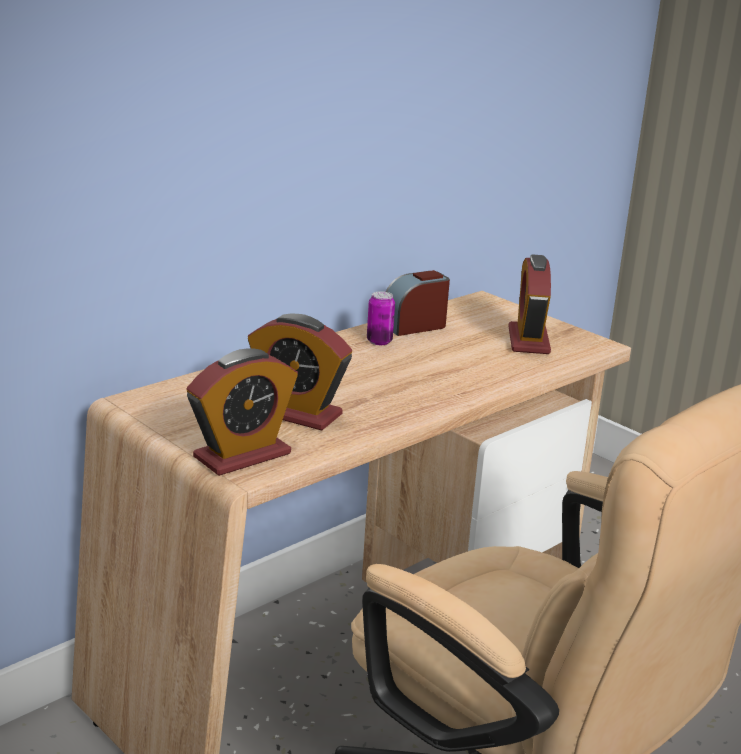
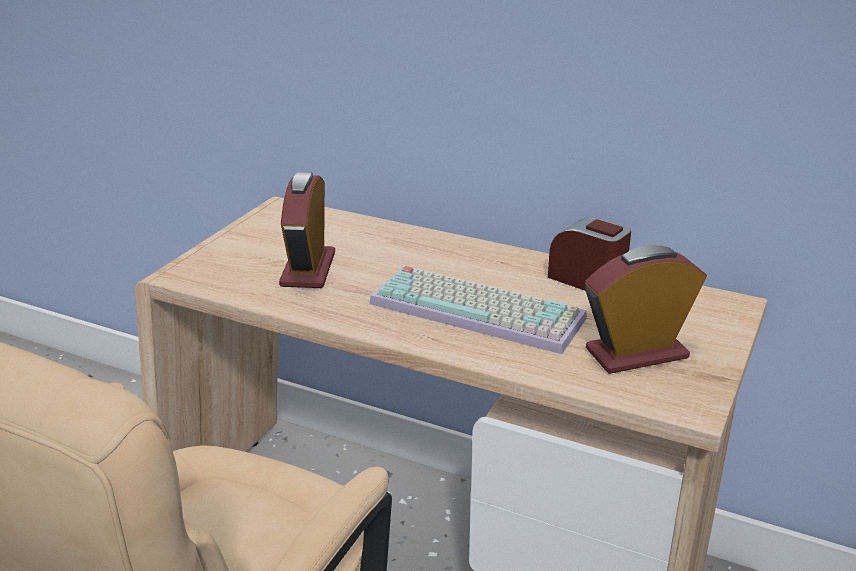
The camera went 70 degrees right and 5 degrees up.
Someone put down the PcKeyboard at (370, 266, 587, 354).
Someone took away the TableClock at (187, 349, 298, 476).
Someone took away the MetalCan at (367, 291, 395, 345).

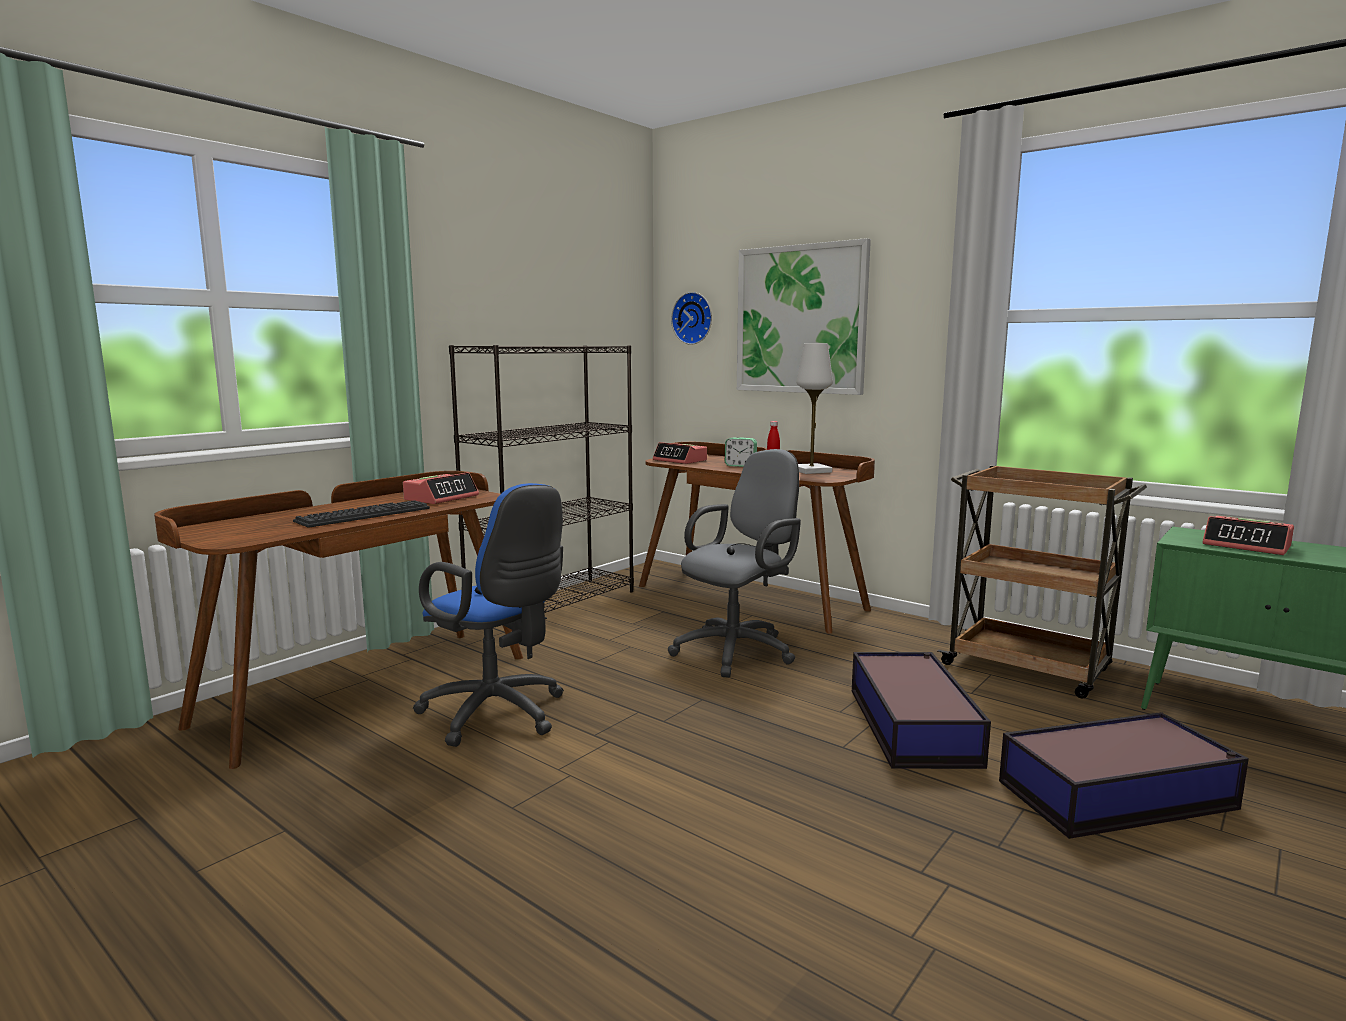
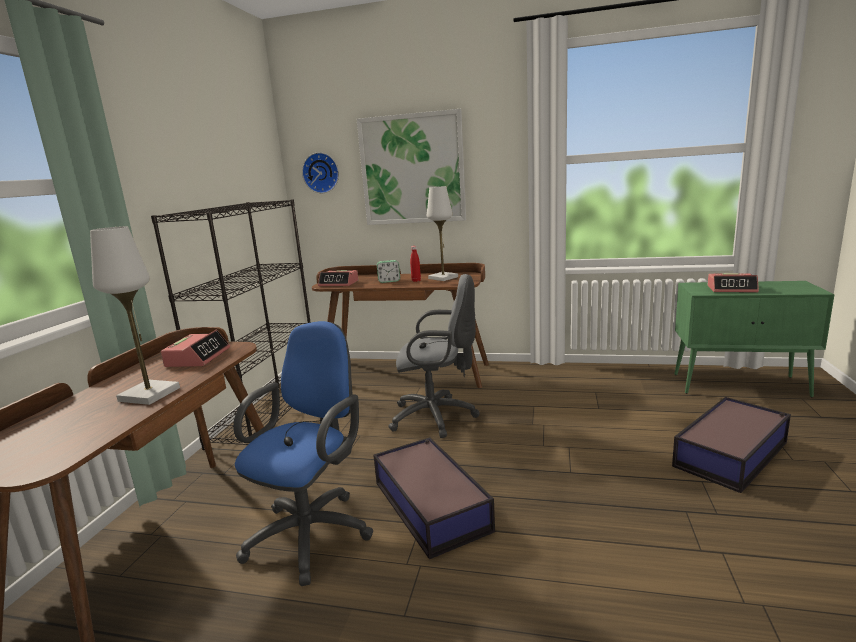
The camera went 25 degrees left and 5 degrees up.
Someone swapped the PcKeyboard at (293, 500, 430, 528) for the WhitishTableLamp at (90, 226, 180, 405).
Someone rotated the BluishComputerChair at (413, 483, 564, 747) by 75 degrees counterclockwise.
Someone carried the StorageBox from (852, 652, 991, 769) to (373, 437, 495, 559).
Someone rotated the GreyComputerChair at (668, 449, 801, 678) by 75 degrees clockwise.
Someone took away the BrownishTrolley at (937, 465, 1147, 699).

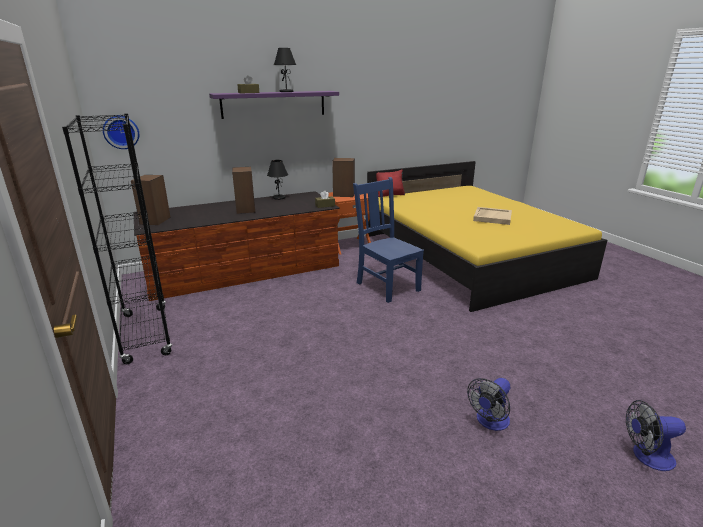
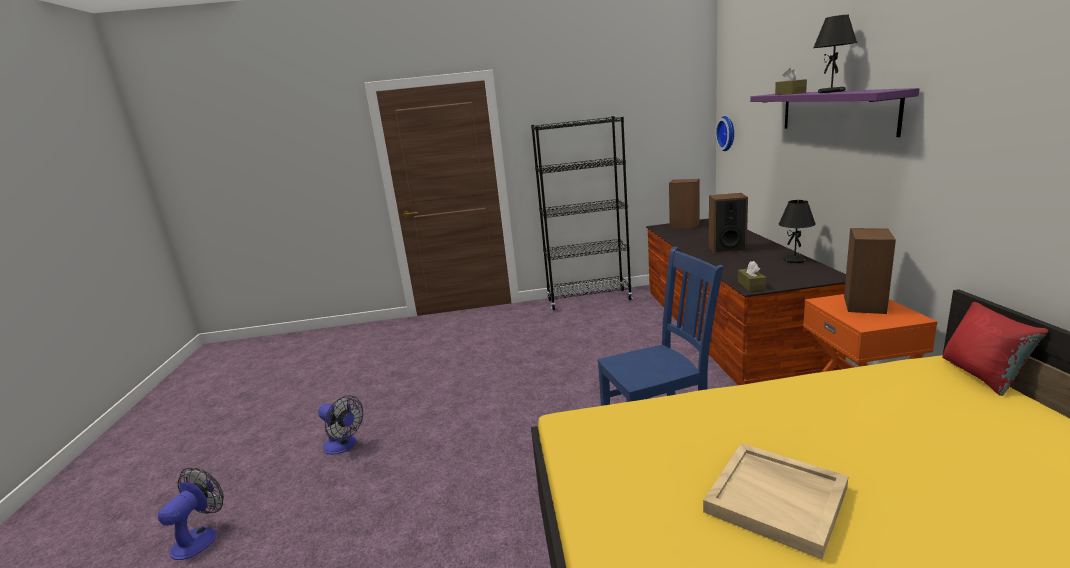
The camera went 110 degrees right and 5 degrees down.
Someone rotated the Fan at (467, 378, 510, 431) by 150 degrees clockwise.

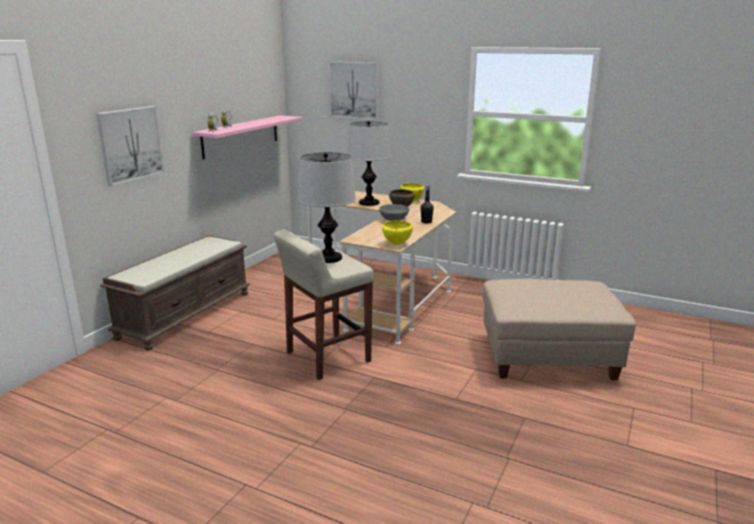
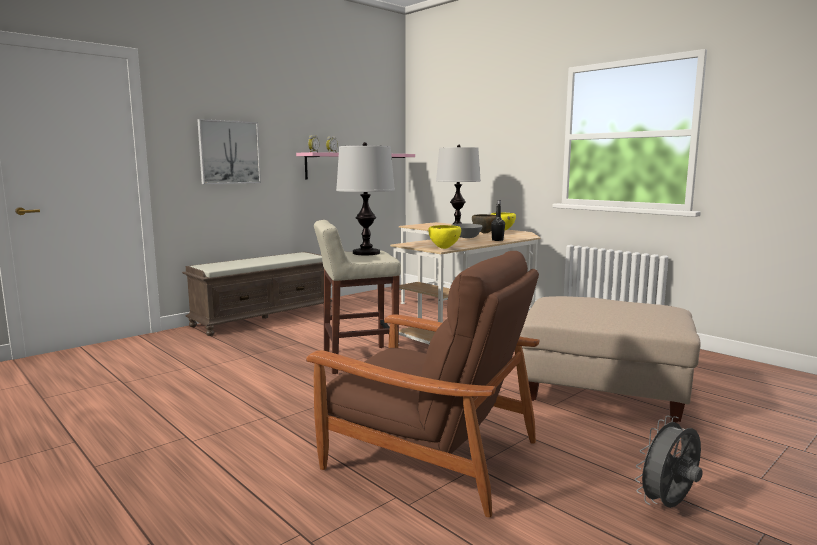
The camera went 20 degrees right and 10 degrees down.
Someone put down the BrownishEasyChair at (306, 251, 539, 517).
Someone put down the GreyFan at (635, 416, 703, 508).
Someone took away the WallPicture at (329, 62, 379, 120).

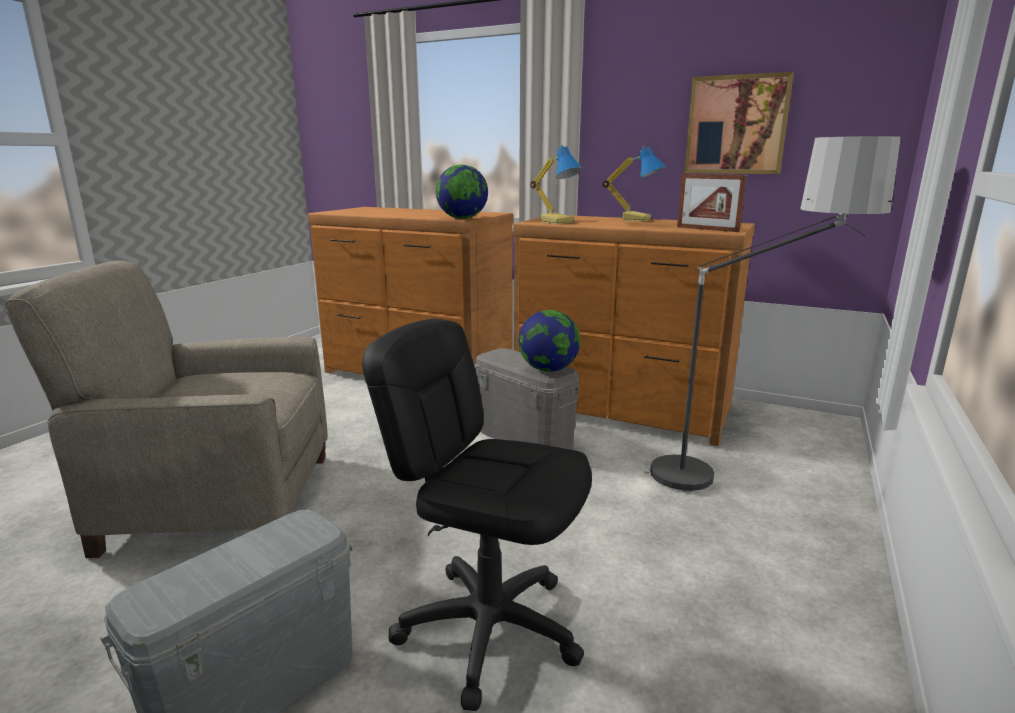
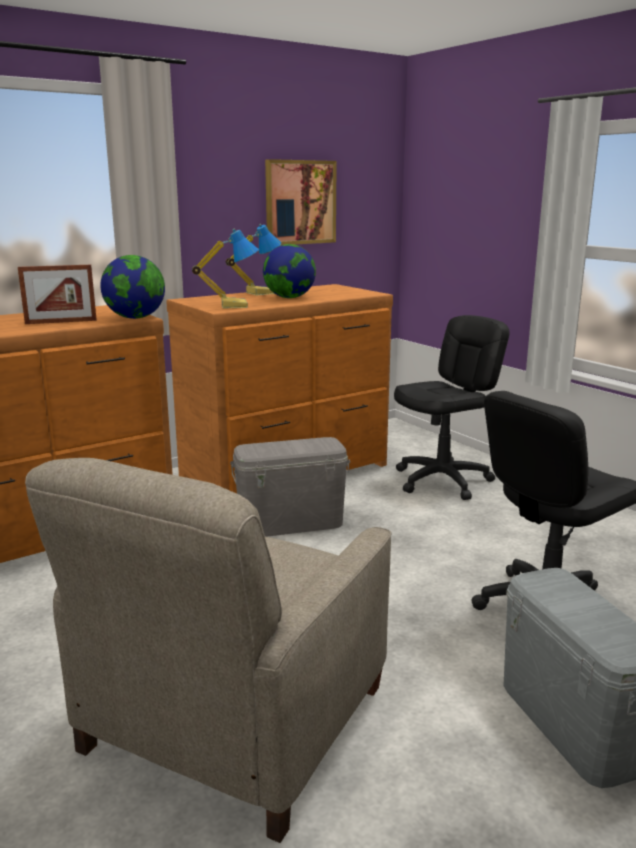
The camera went 60 degrees left and 0 degrees up.
Someone carried the PictureFrame from (677, 174, 747, 232) to (18, 265, 97, 324).
Someone carried the WorldGlobe from (519, 310, 580, 372) to (263, 244, 316, 298).
Someone swapped the StandardLamp at (644, 136, 901, 492) for the BlackComputerChair at (394, 315, 510, 500).

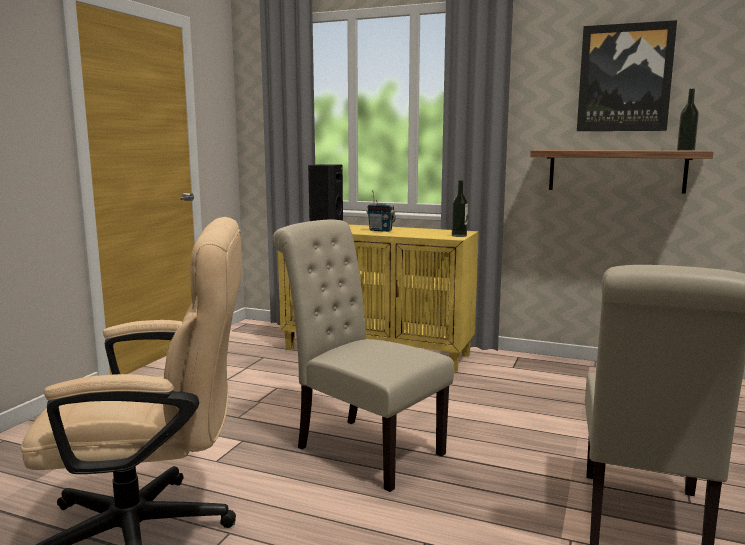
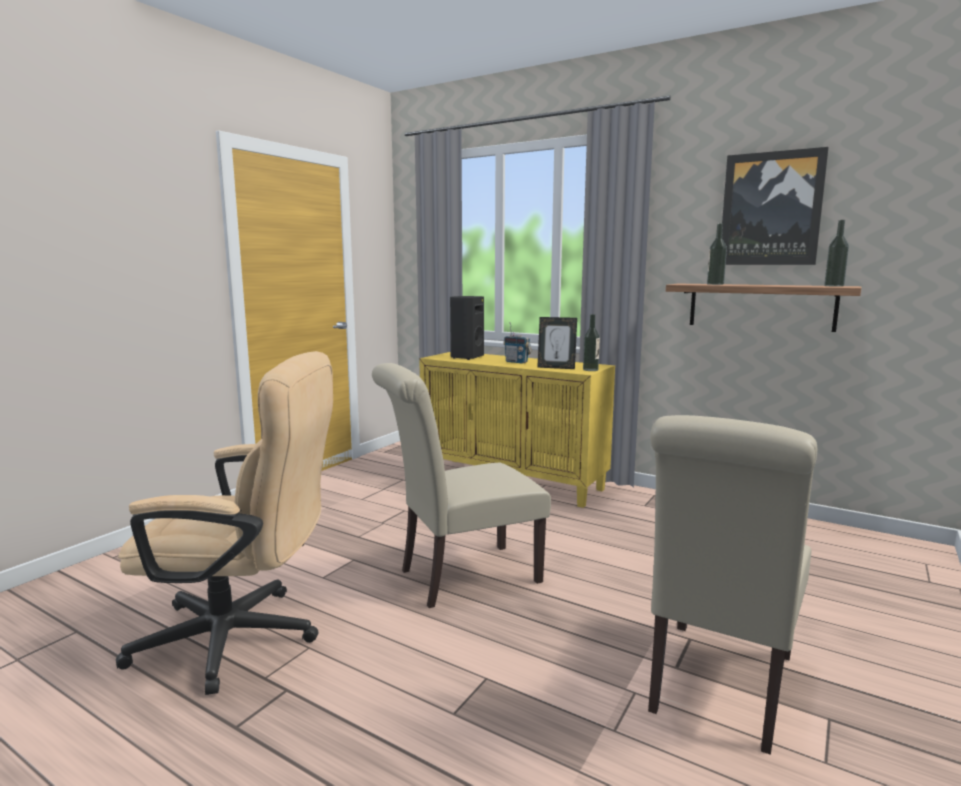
The camera went 10 degrees right and 0 degrees up.
Someone rotated the SandColouredChair at (273, 220, 454, 492) by 75 degrees counterclockwise.
Someone put down the PictureFrame at (537, 317, 577, 369).
Someone put down the DrinkBottle at (707, 224, 727, 285).

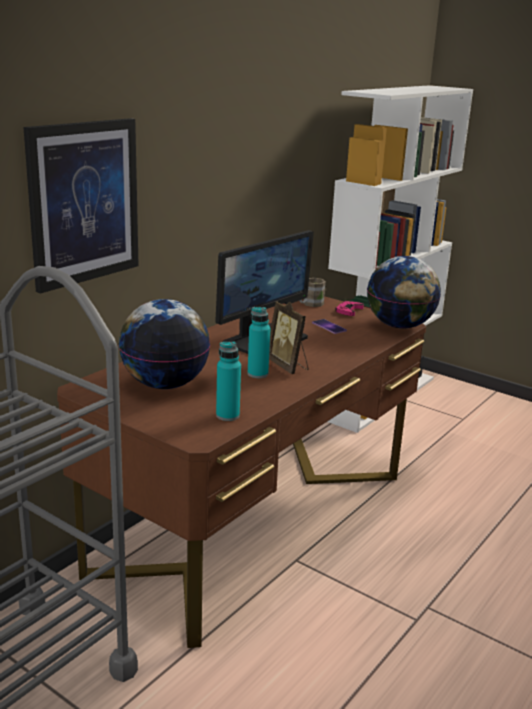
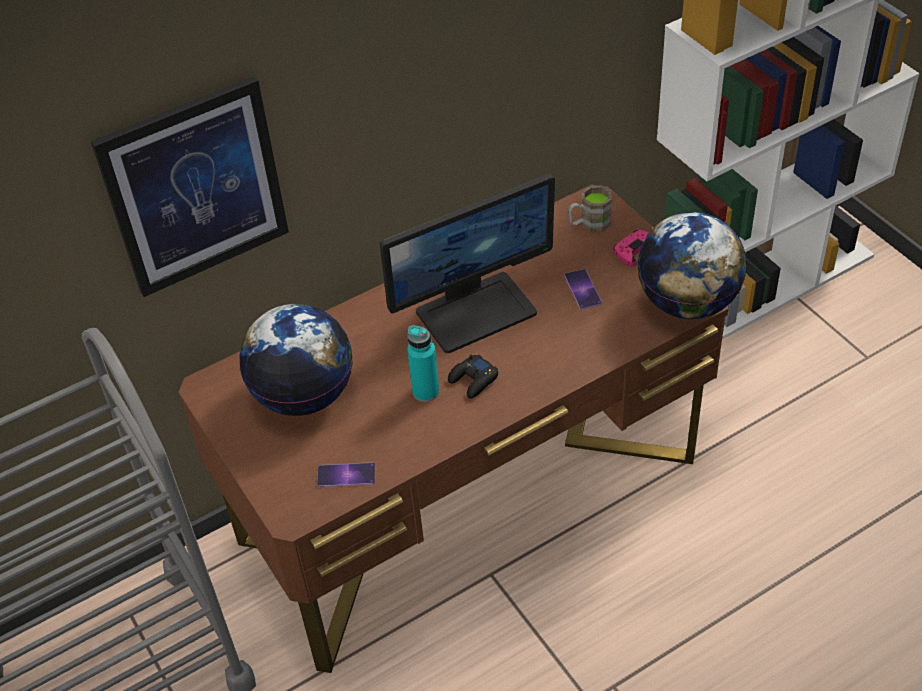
The camera went 25 degrees right and 25 degrees up.
Someone swapped the TurquoiseDrinkBottle at (216, 341, 241, 421) for the Handset at (317, 462, 375, 487).
Someone swapped the PictureFrame at (269, 301, 308, 374) for the BlackGameController at (448, 355, 498, 399).

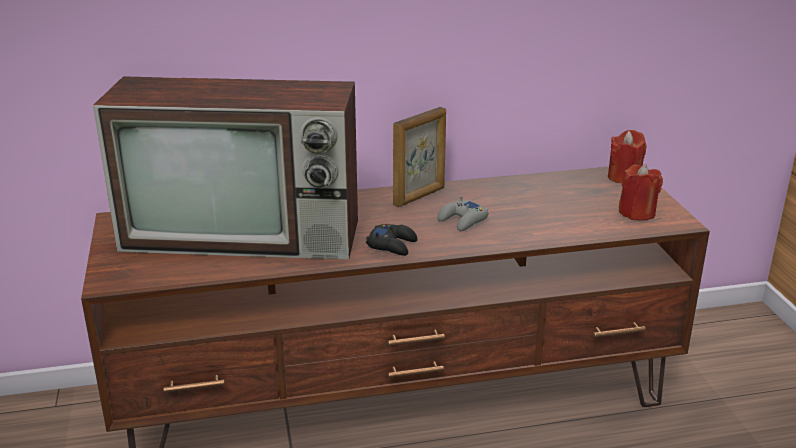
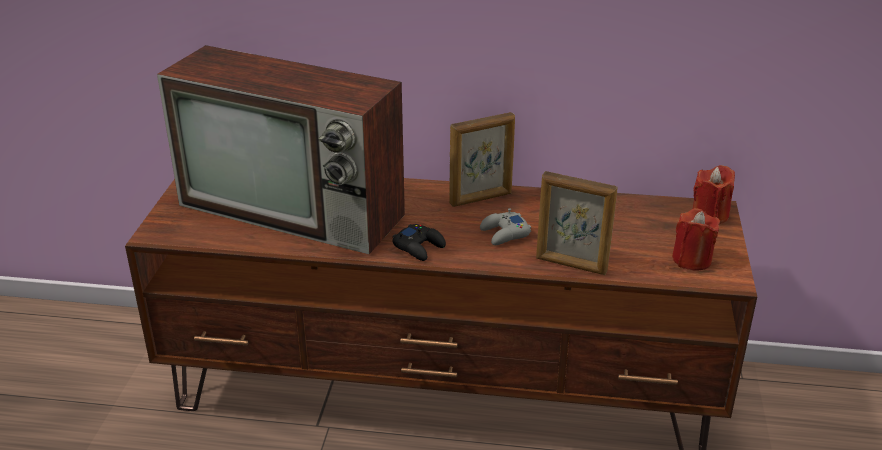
The camera went 20 degrees right and 5 degrees up.
Someone put down the PictureFrame at (536, 171, 618, 275).

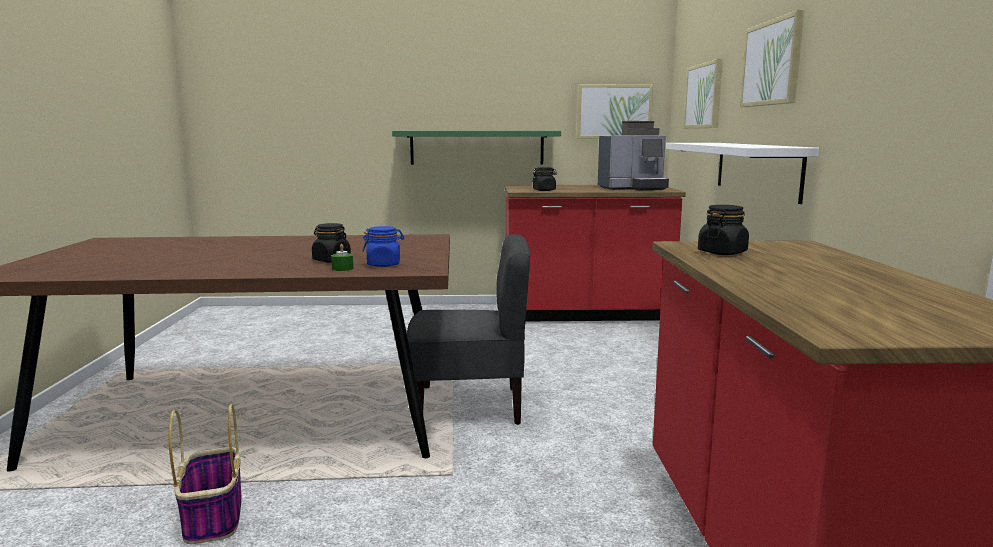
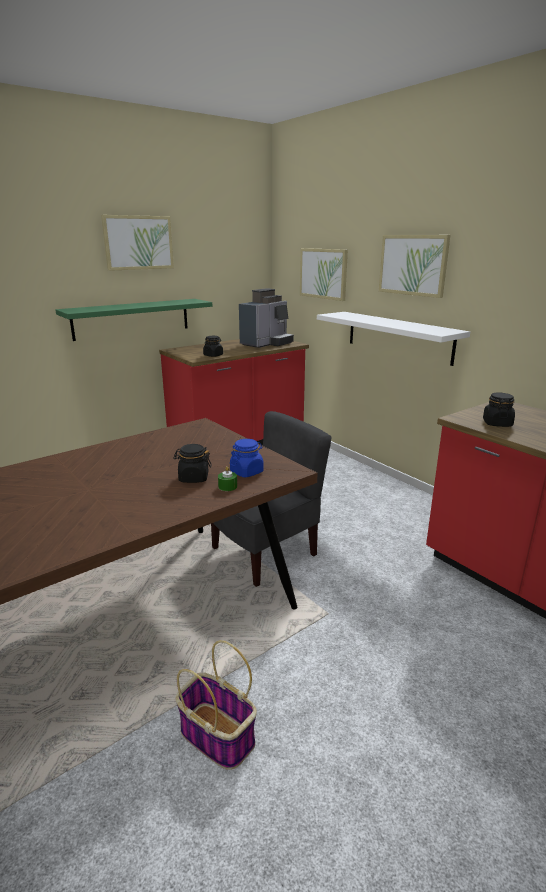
The camera went 35 degrees left and 10 degrees up.
Someone carried the WallPicture from (576, 84, 653, 139) to (101, 215, 174, 271).

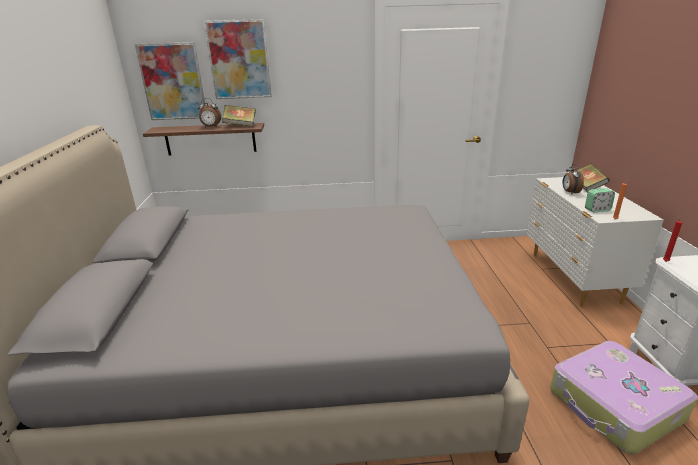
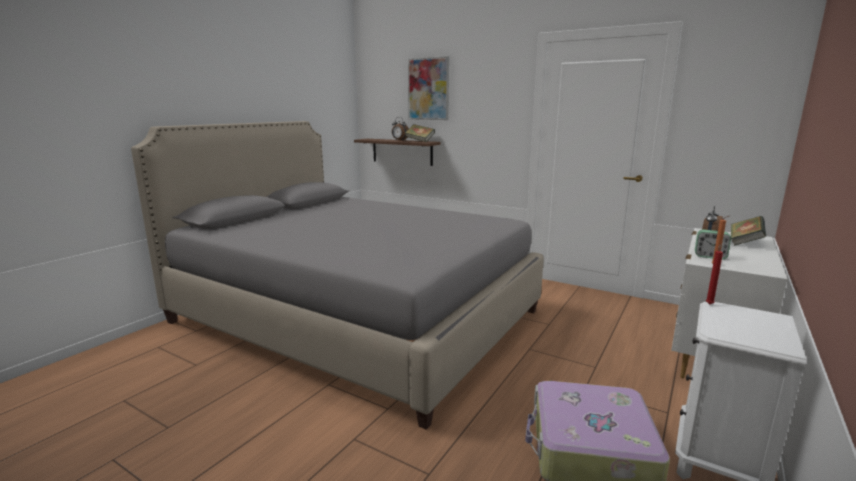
The camera went 35 degrees right and 10 degrees down.
Someone took away the WallPicture at (135, 42, 205, 120).

